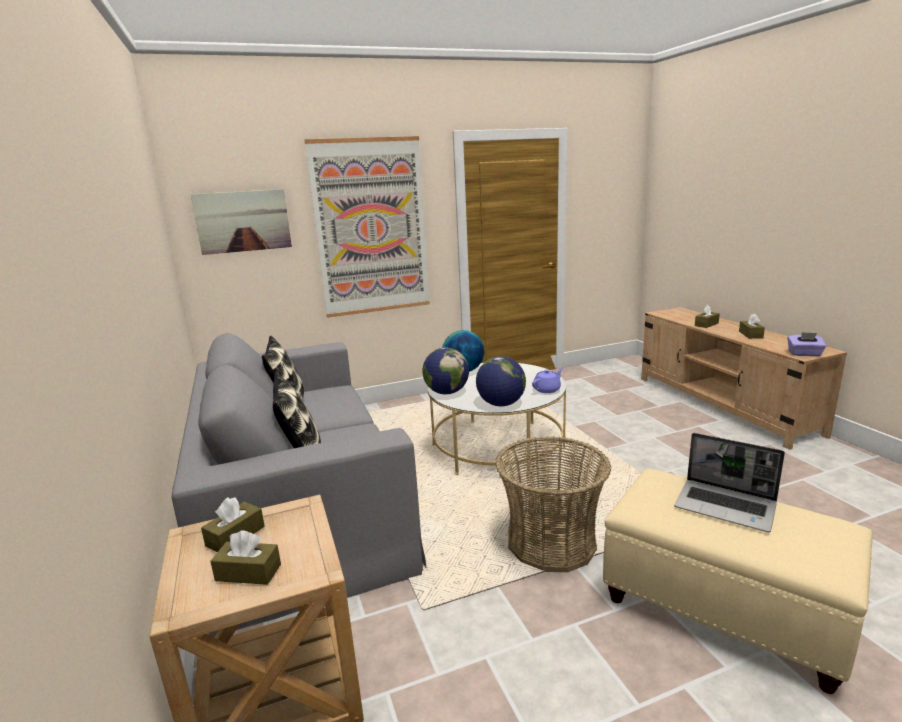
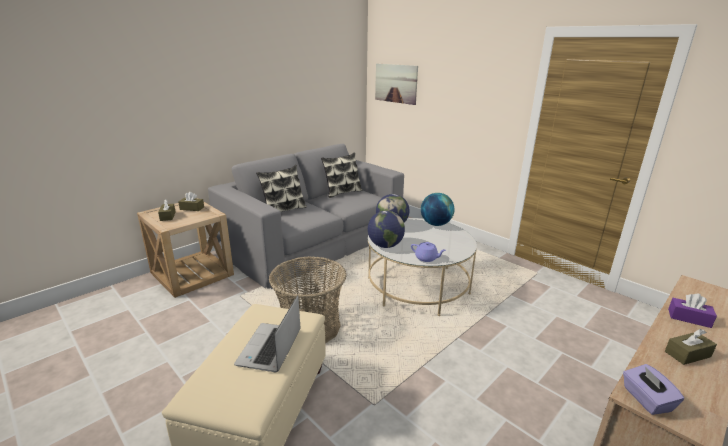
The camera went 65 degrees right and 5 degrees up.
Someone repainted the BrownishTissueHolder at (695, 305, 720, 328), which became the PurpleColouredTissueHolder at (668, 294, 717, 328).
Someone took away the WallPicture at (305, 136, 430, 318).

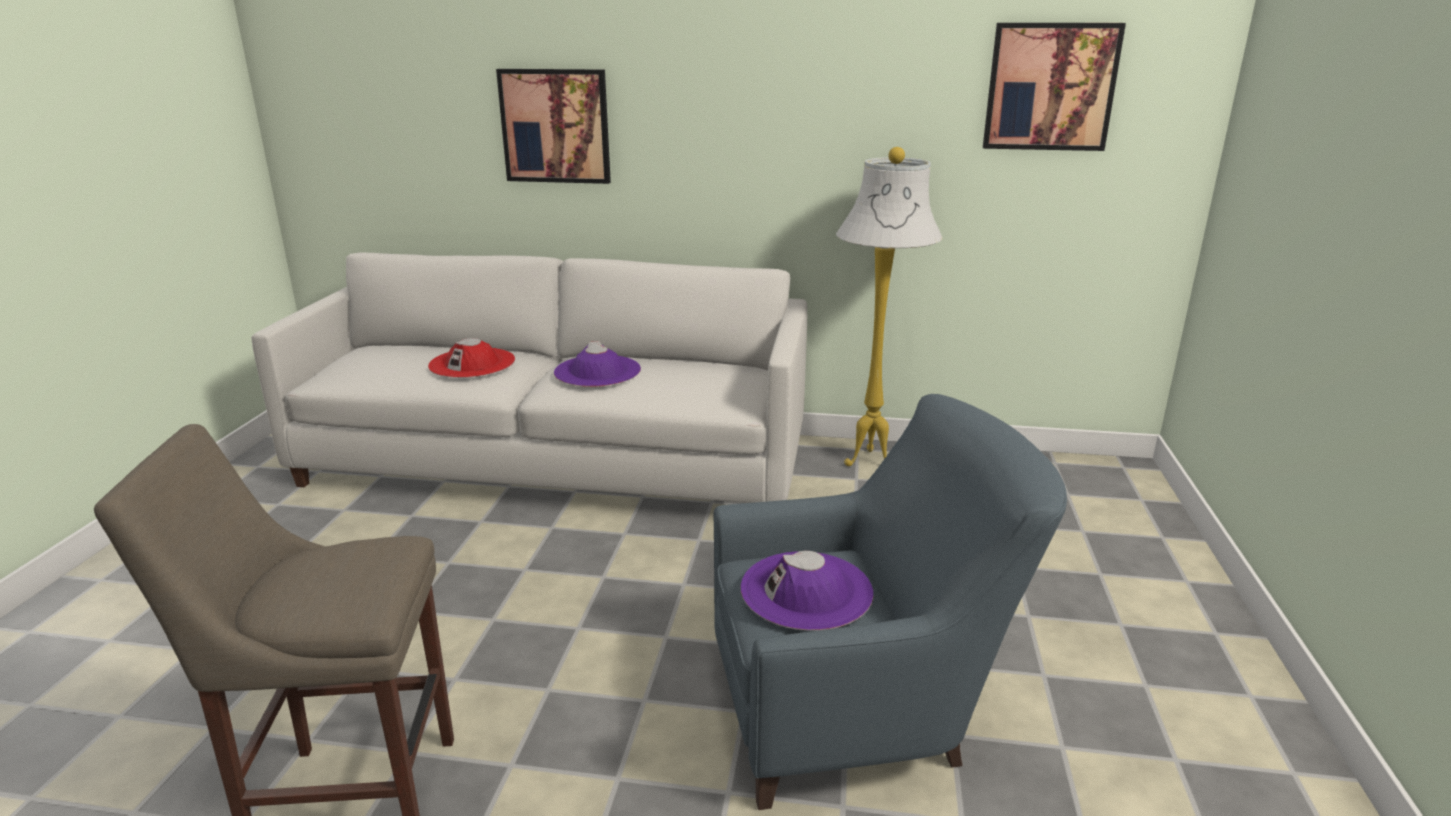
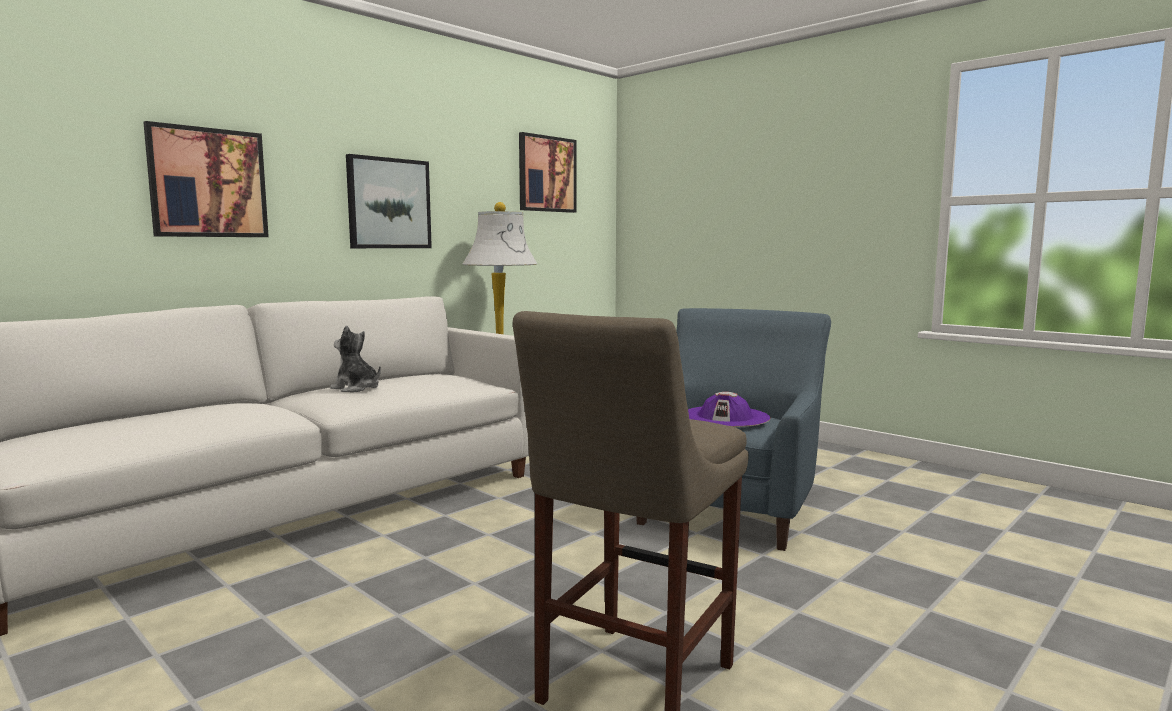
The camera went 55 degrees left and 15 degrees down.
Someone swapped the PurpleColouredHat at (554, 341, 641, 387) for the PlushToy at (330, 325, 381, 392).
Someone put up the WallPicture at (346, 154, 432, 248).
Someone took away the RedColouredHat at (428, 338, 515, 378).

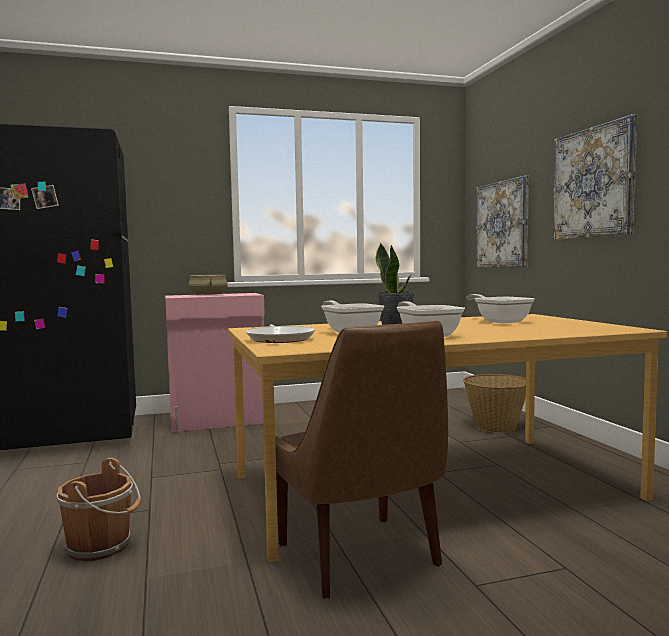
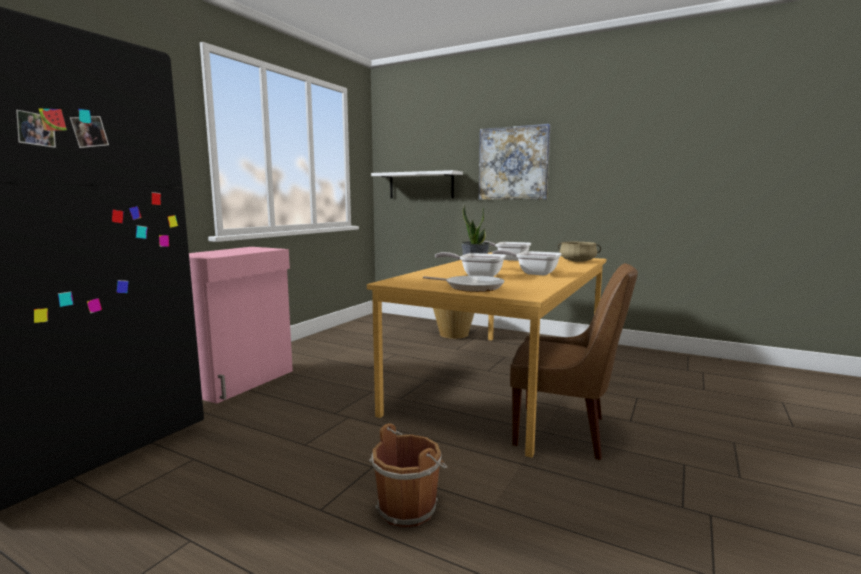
The camera went 45 degrees left and 5 degrees up.
Someone swapped the WallPicture at (476, 175, 529, 267) for the WhitishShelf at (371, 170, 463, 198).
Someone carried the SandColouredStockpot from (189, 275, 228, 295) to (558, 242, 601, 262).

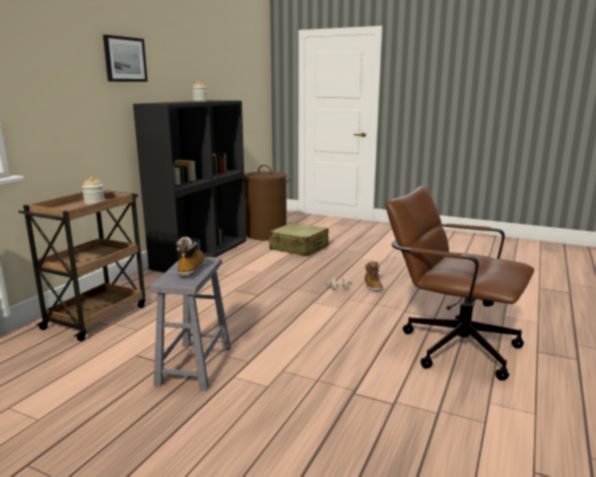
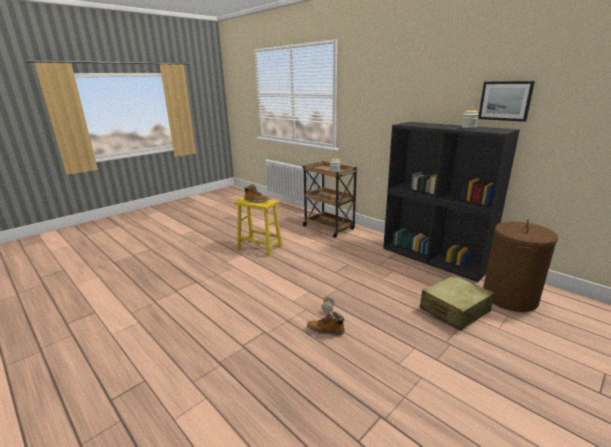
The camera went 110 degrees right and 5 degrees up.
Someone repainted the GreyStool at (150, 257, 231, 391), which became the YellowColouredStool at (234, 196, 283, 257).
Someone carried the WallPicture from (103, 35, 148, 82) to (478, 81, 535, 122).
Someone took away the BrownishComputerChair at (386, 186, 534, 381).

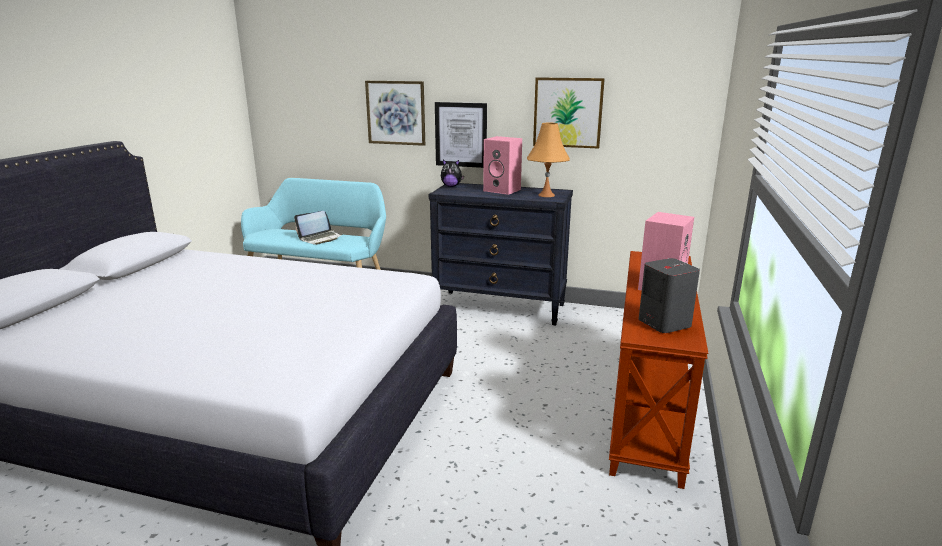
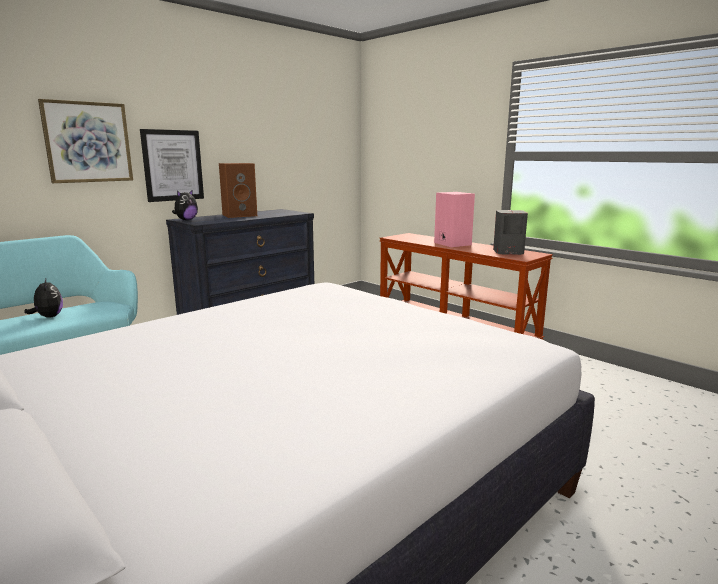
The camera went 60 degrees left and 5 degrees down.
Someone swapped the NotebookComputer at (294, 211, 343, 245) for the PlushToy at (25, 279, 63, 318).
Someone repainted the PinkAudioSpeaker at (483, 136, 522, 195), which became the BrownishAudioSpeaker at (219, 163, 257, 218).
Someone took away the OrangeColouredTableLamp at (527, 122, 570, 197).
Someone took away the WallPicture at (533, 77, 605, 149).

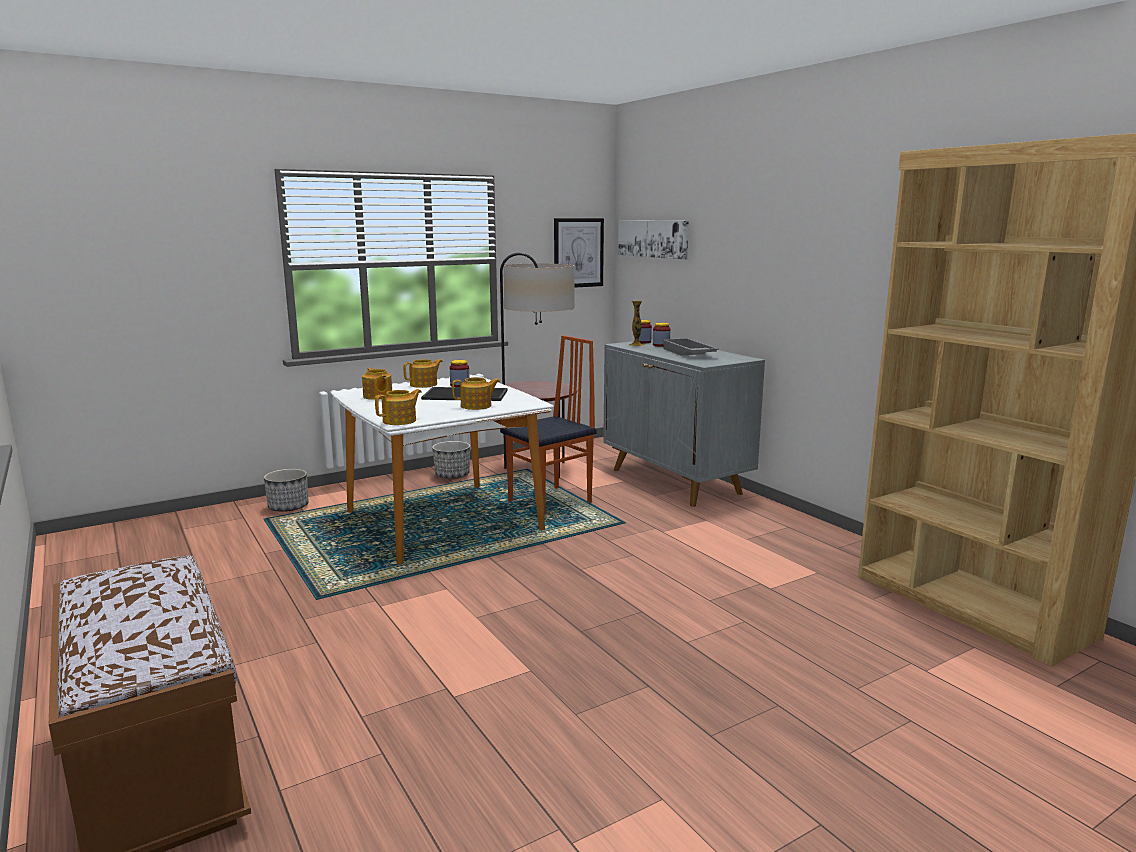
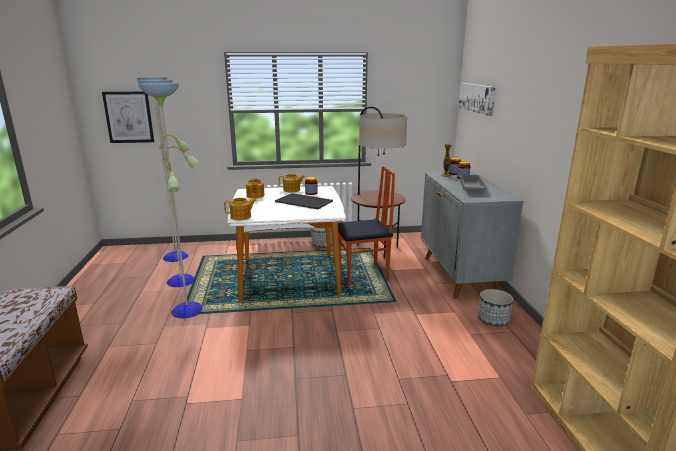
The camera went 25 degrees right and 5 degrees up.
Someone carried the WallPicture from (554, 218, 604, 288) to (102, 91, 154, 143).
Someone put down the StandardLamp at (137, 77, 203, 318).
Someone carried the Planter from (264, 469, 309, 512) to (478, 289, 513, 326).
Someone took away the Teapot at (452, 377, 500, 410).

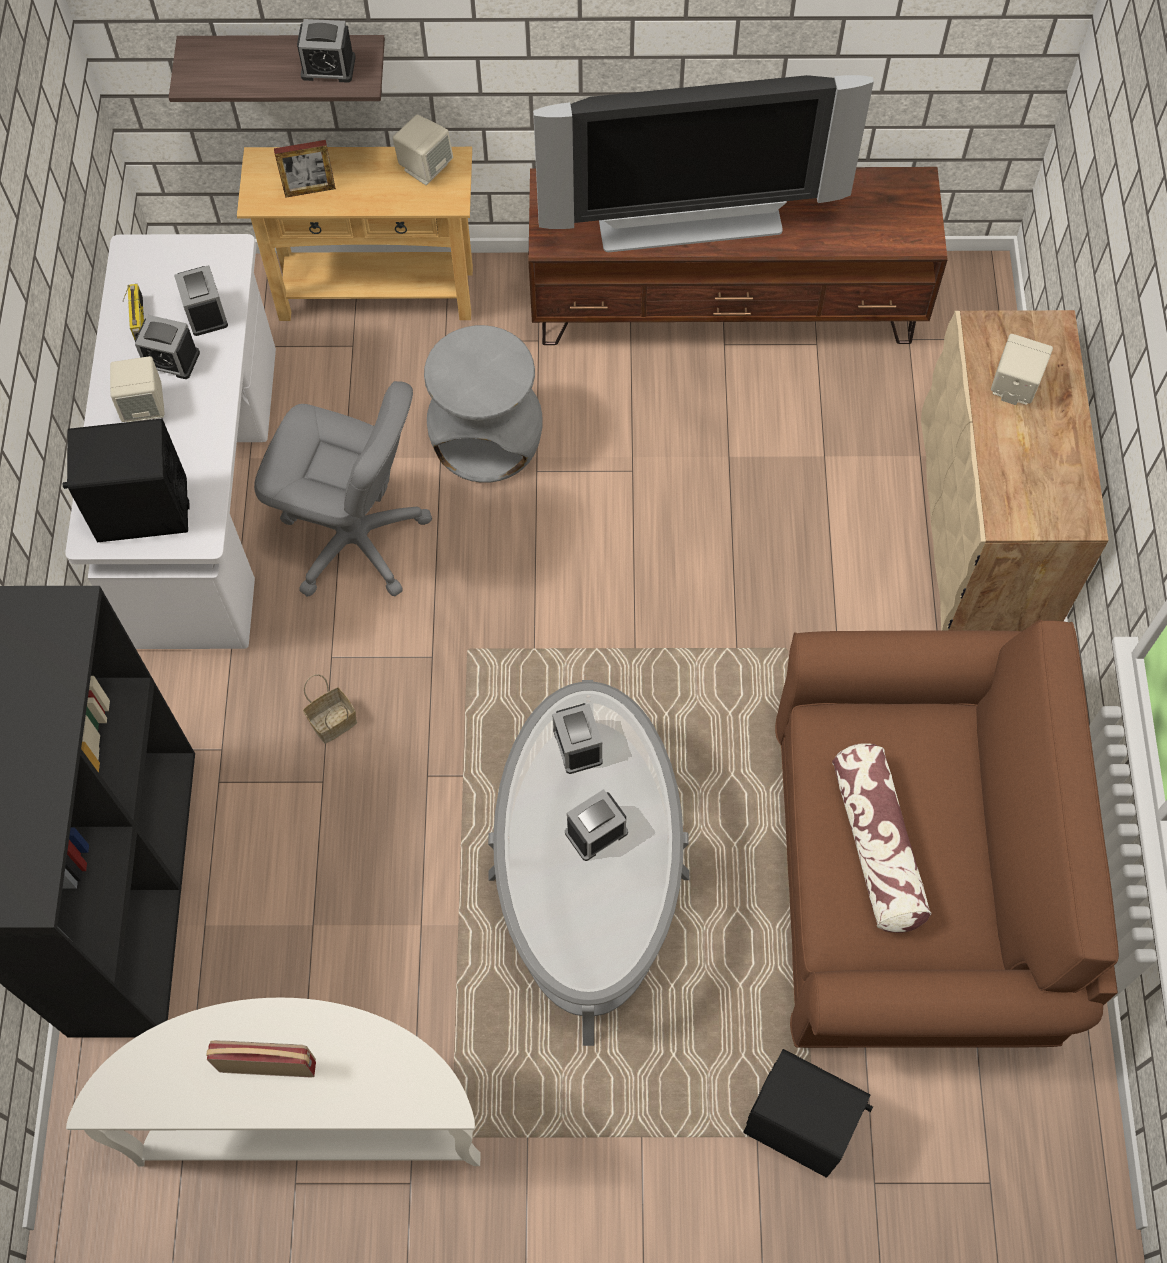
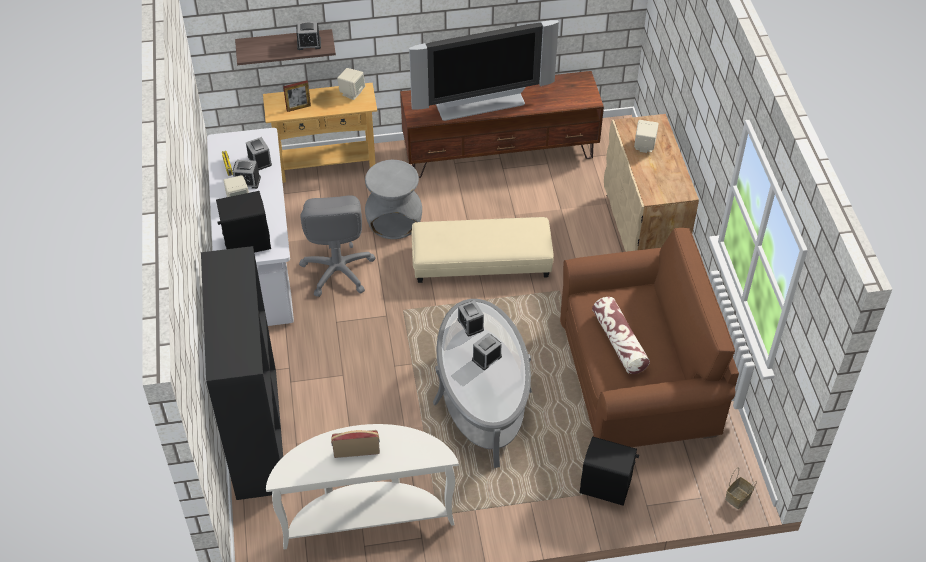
The camera went 10 degrees left and 15 degrees down.
Someone rotated the GreyComputerChair at (254, 381, 432, 597) by 75 degrees clockwise.
Someone put down the SandColouredFootrest at (412, 217, 554, 283).
Someone carried the HouseholdBasket from (303, 674, 357, 744) to (725, 467, 757, 509).

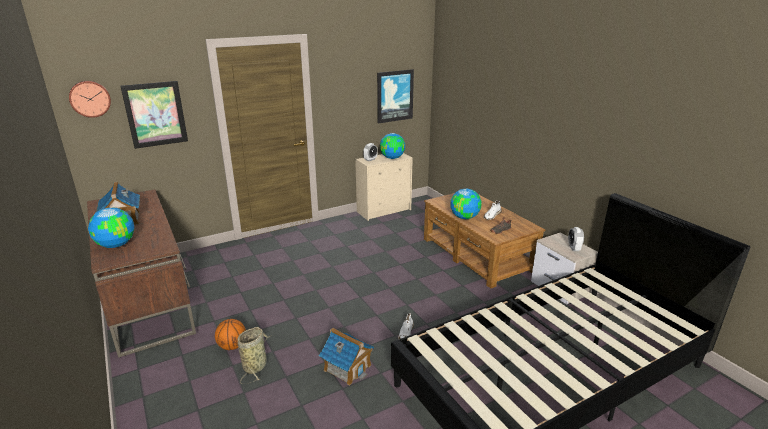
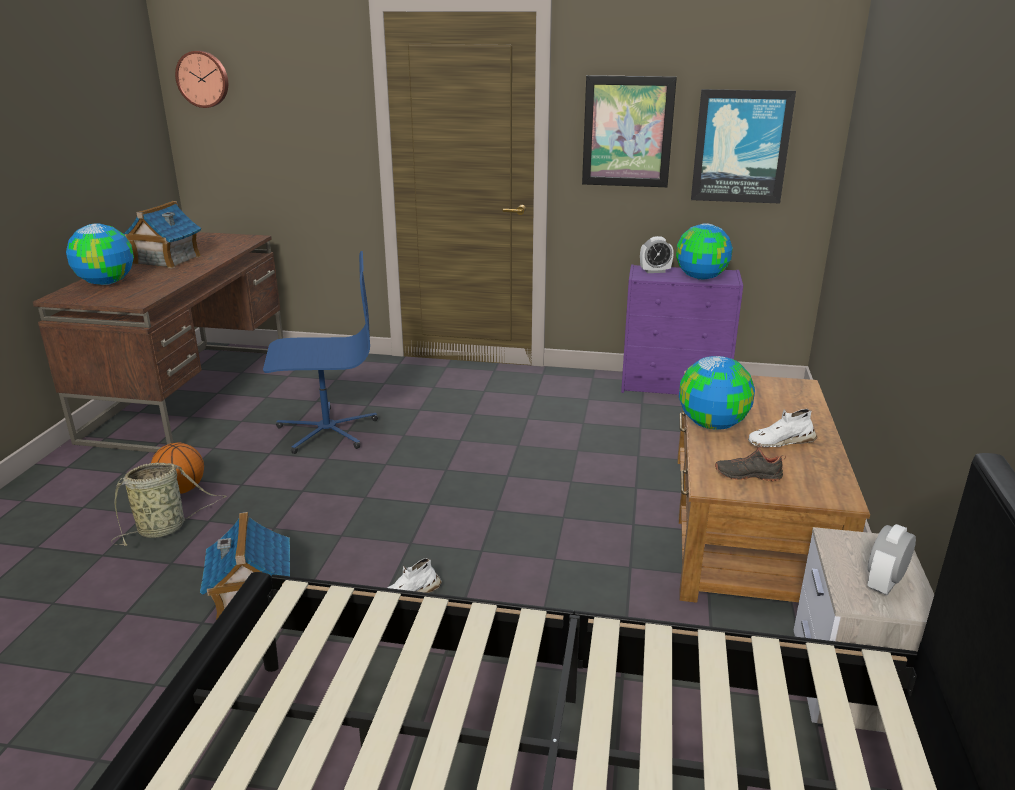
The camera went 40 degrees right and 0 degrees up.
Someone put down the BluishComputerChair at (263, 251, 378, 454).
Someone carried the WallPicture from (121, 81, 188, 149) to (582, 75, 677, 187).
Someone repainted the SandColouredChestOfDrawers at (355, 153, 413, 221), which became the PurpleColouredChestOfDrawers at (621, 264, 743, 395).

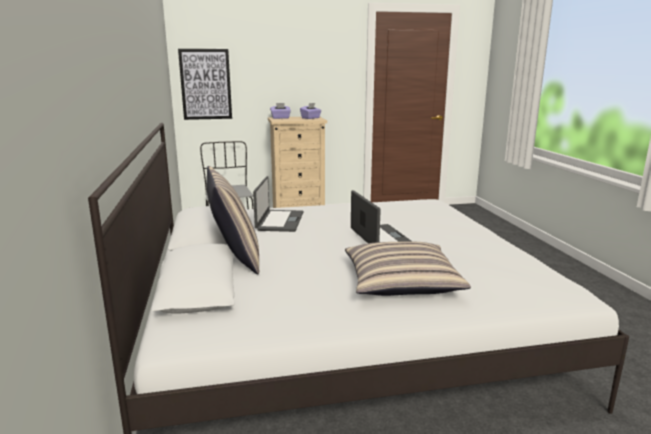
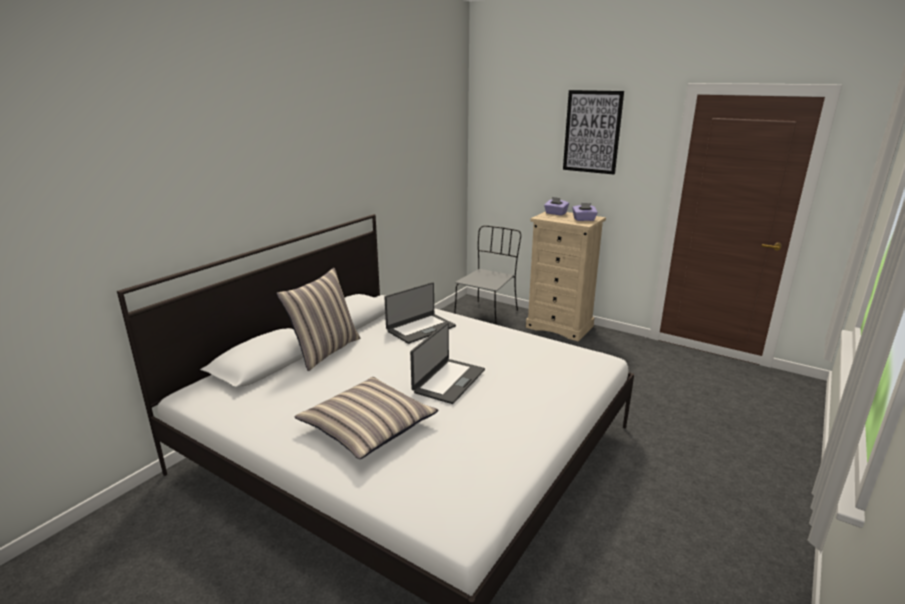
The camera went 45 degrees right and 5 degrees up.
Someone carried the WallPicture from (178, 49, 232, 120) to (563, 90, 624, 175).

